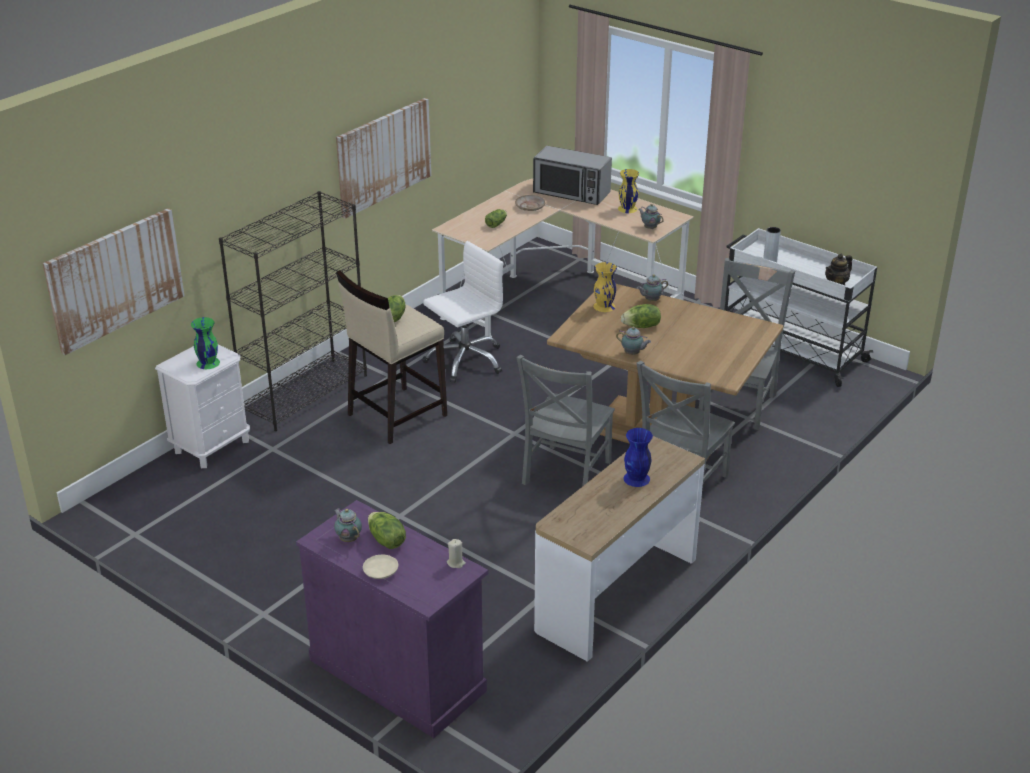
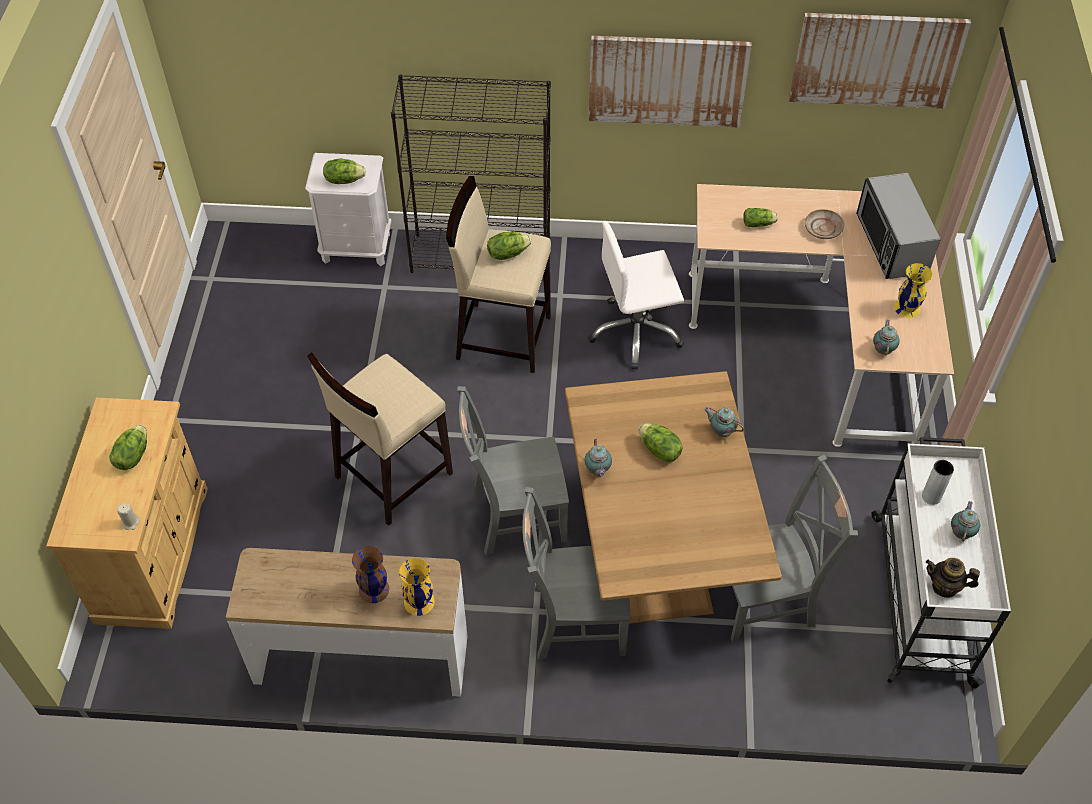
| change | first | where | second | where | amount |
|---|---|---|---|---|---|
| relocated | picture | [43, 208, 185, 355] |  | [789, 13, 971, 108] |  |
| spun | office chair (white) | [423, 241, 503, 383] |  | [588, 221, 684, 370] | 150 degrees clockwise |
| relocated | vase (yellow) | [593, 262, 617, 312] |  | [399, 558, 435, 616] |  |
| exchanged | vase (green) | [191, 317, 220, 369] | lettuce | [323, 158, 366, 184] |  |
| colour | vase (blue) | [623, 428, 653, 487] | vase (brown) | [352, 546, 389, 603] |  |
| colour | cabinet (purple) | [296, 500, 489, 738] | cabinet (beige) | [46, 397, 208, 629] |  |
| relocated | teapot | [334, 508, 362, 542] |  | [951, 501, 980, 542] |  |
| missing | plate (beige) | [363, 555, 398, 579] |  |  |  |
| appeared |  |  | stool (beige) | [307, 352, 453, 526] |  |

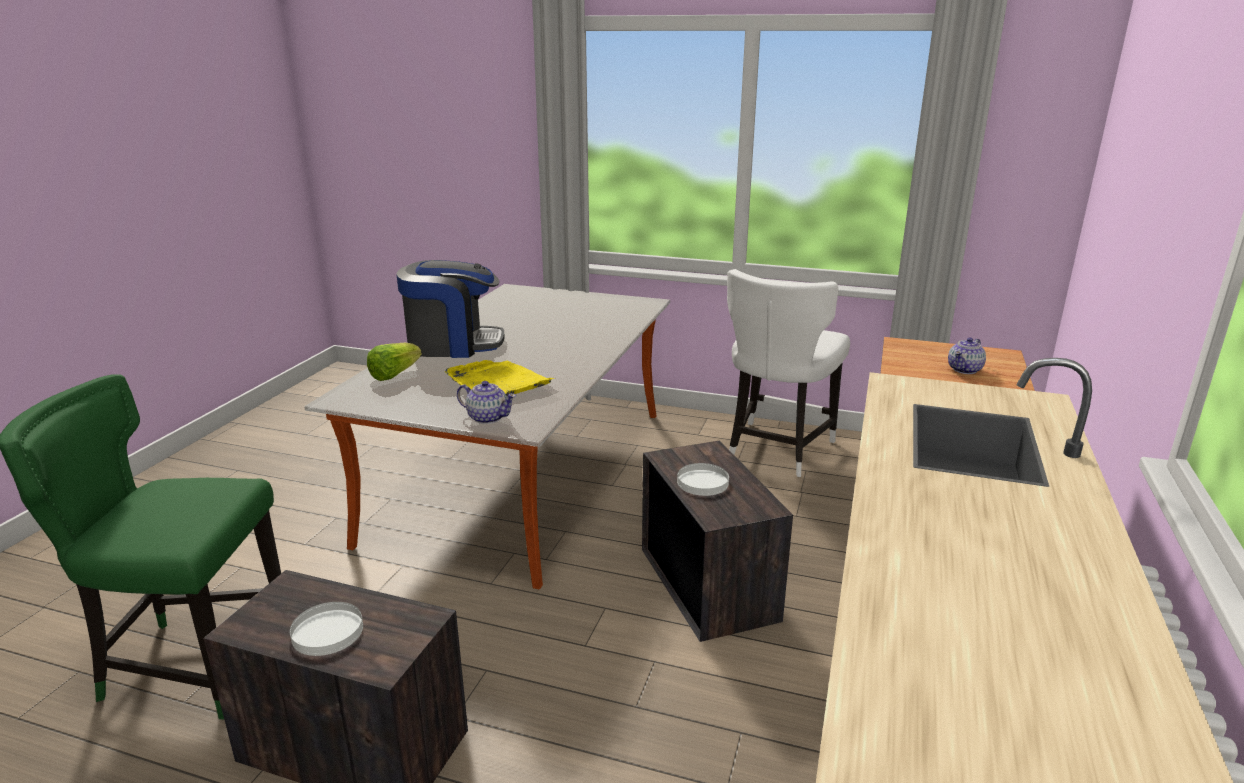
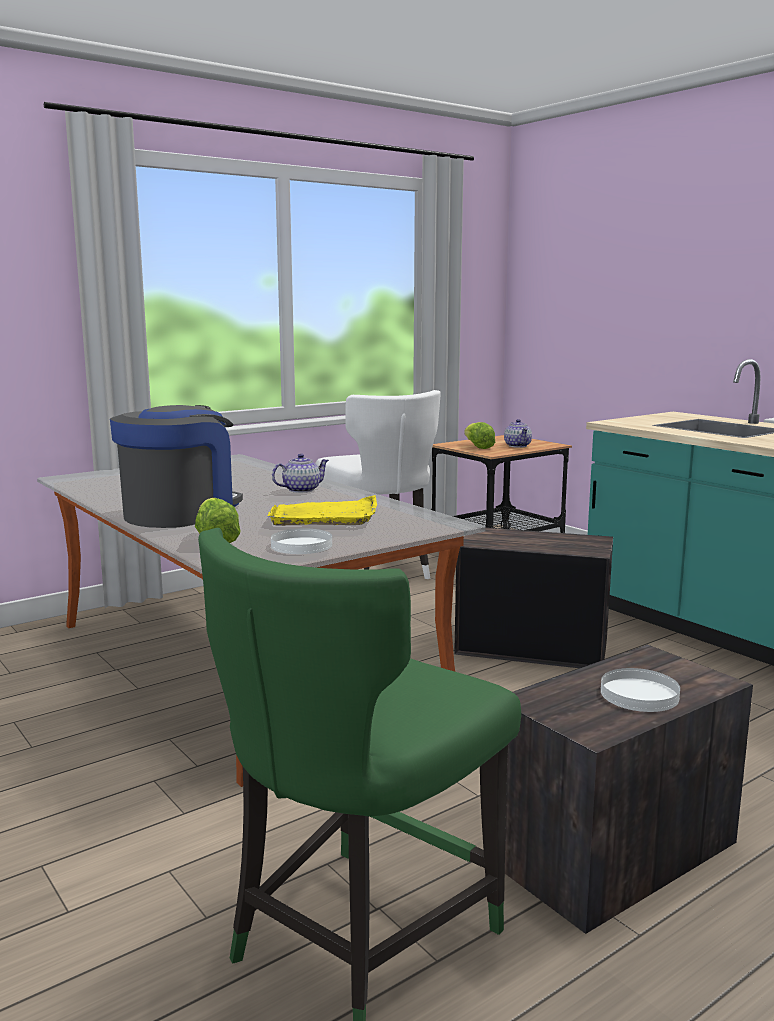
| change | first | where | second | where | amount |
|---|---|---|---|---|---|
| relocated | teapot | [457, 381, 516, 424] |  | [272, 453, 329, 493] |  |
| relocated | plate (white) | [677, 463, 729, 496] |  | [271, 529, 332, 554] |  |
| appeared |  |  | lettuce | [465, 422, 495, 449] |  |

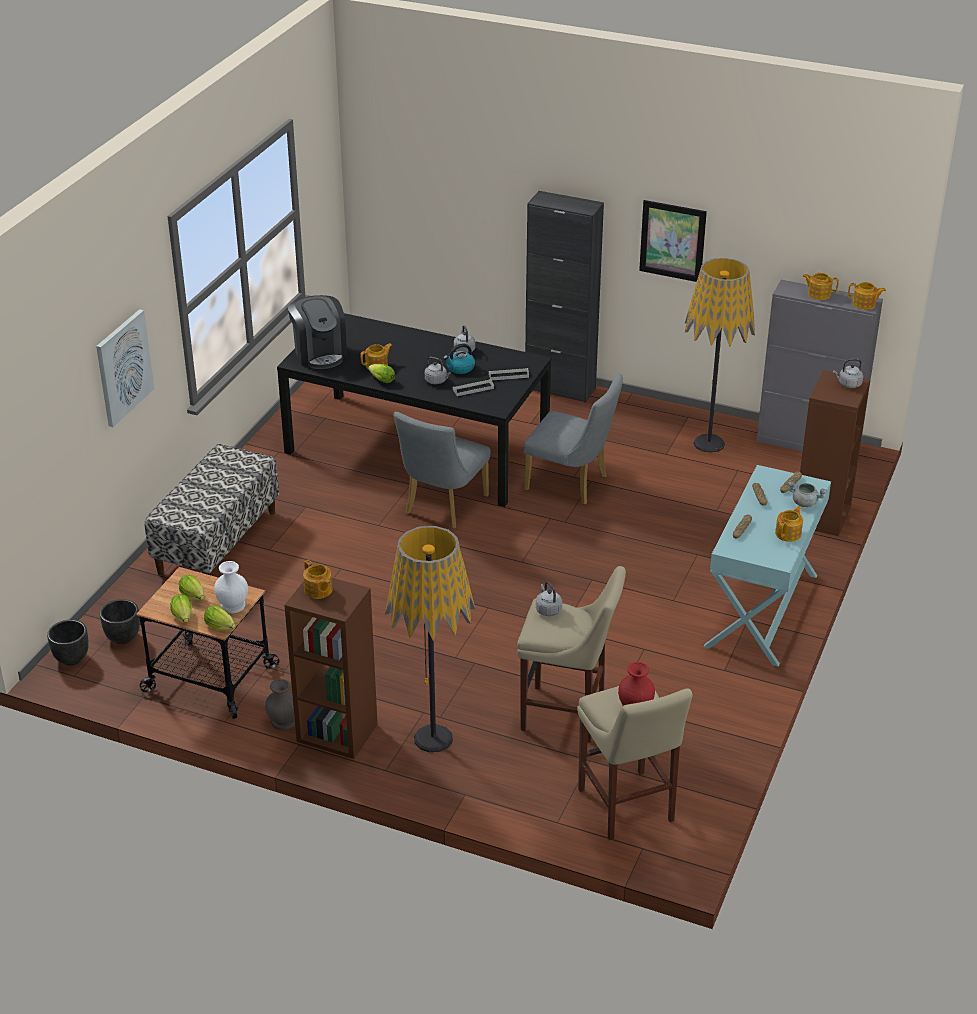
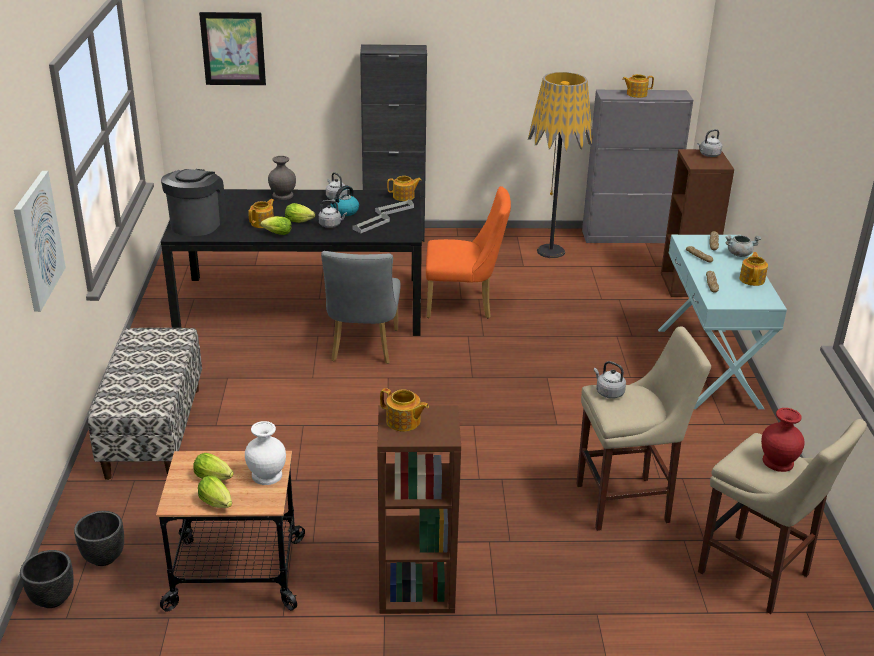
| change | first | where | second | where | amount |
|---|---|---|---|---|---|
| relocated | picture | [639, 200, 707, 282] |  | [199, 12, 266, 85] |  |
| relocated | teapot | [848, 282, 886, 310] |  | [387, 176, 422, 201] |  |
| spun | coffee machine | [288, 295, 347, 369] |  | [161, 169, 227, 236] | 120 degrees counterclockwise |
| colour | chair (grey) | [523, 373, 623, 505] | chair (orange) | [426, 186, 511, 318] |  |
| missing | floor lamp | [385, 526, 475, 753] |  |  |  |
| relocated | lettuce | [204, 605, 236, 630] |  | [285, 203, 315, 223] |  |
| relocated | vase (grey) | [265, 679, 295, 730] |  | [268, 156, 296, 200] |  |

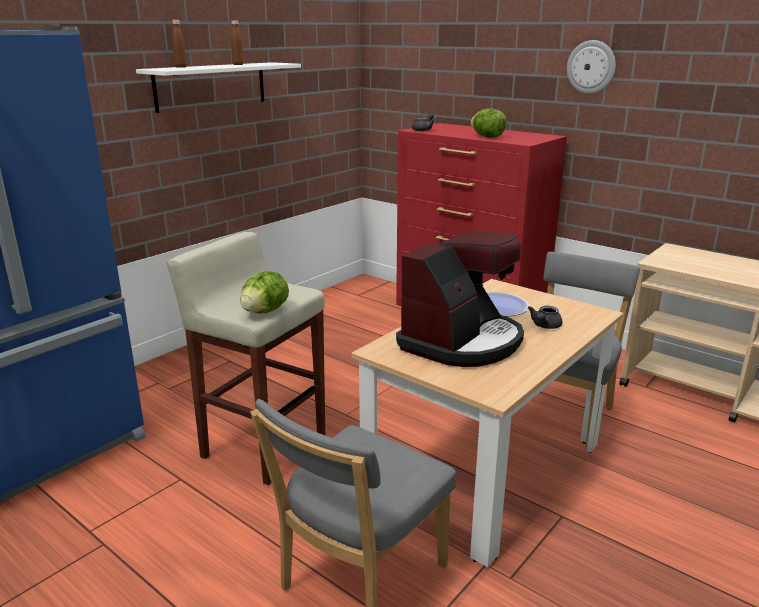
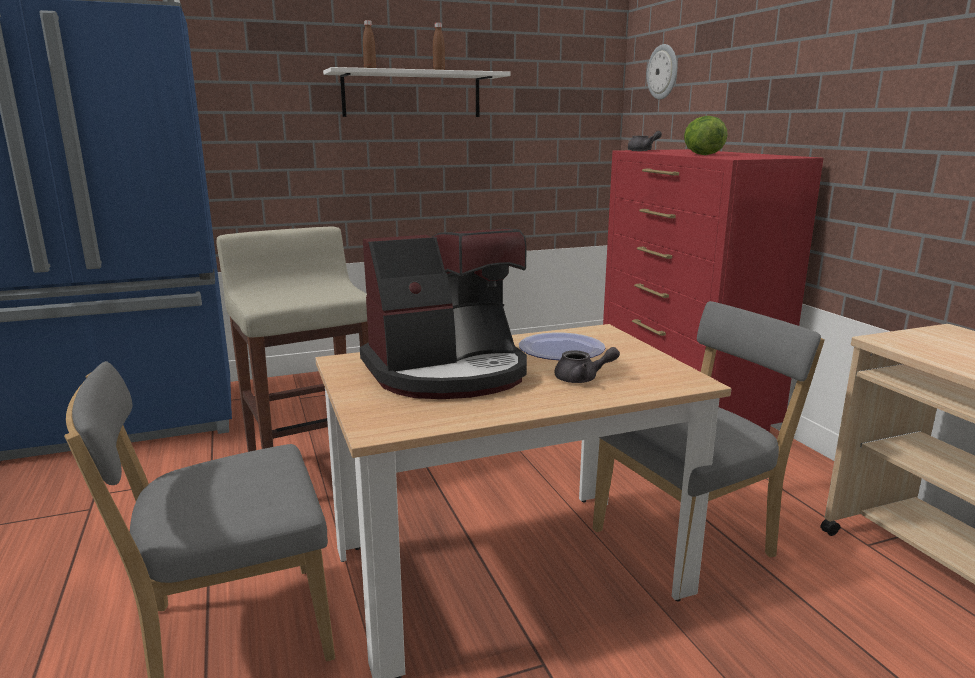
| change | first | where | second | where | amount |
|---|---|---|---|---|---|
| relocated | wall clock | [567, 40, 616, 94] |  | [647, 44, 677, 99] |  |
| missing | lettuce | [240, 271, 289, 313] |  |  |  |
| spun | teapot (grey) | [528, 306, 562, 329] |  | [554, 347, 620, 383] | 150 degrees counterclockwise |

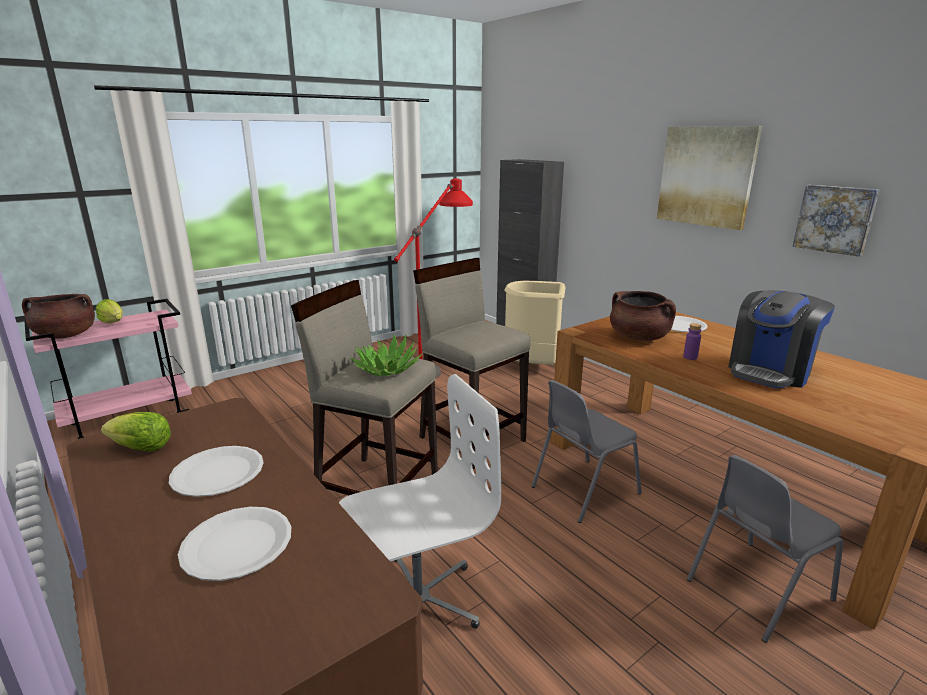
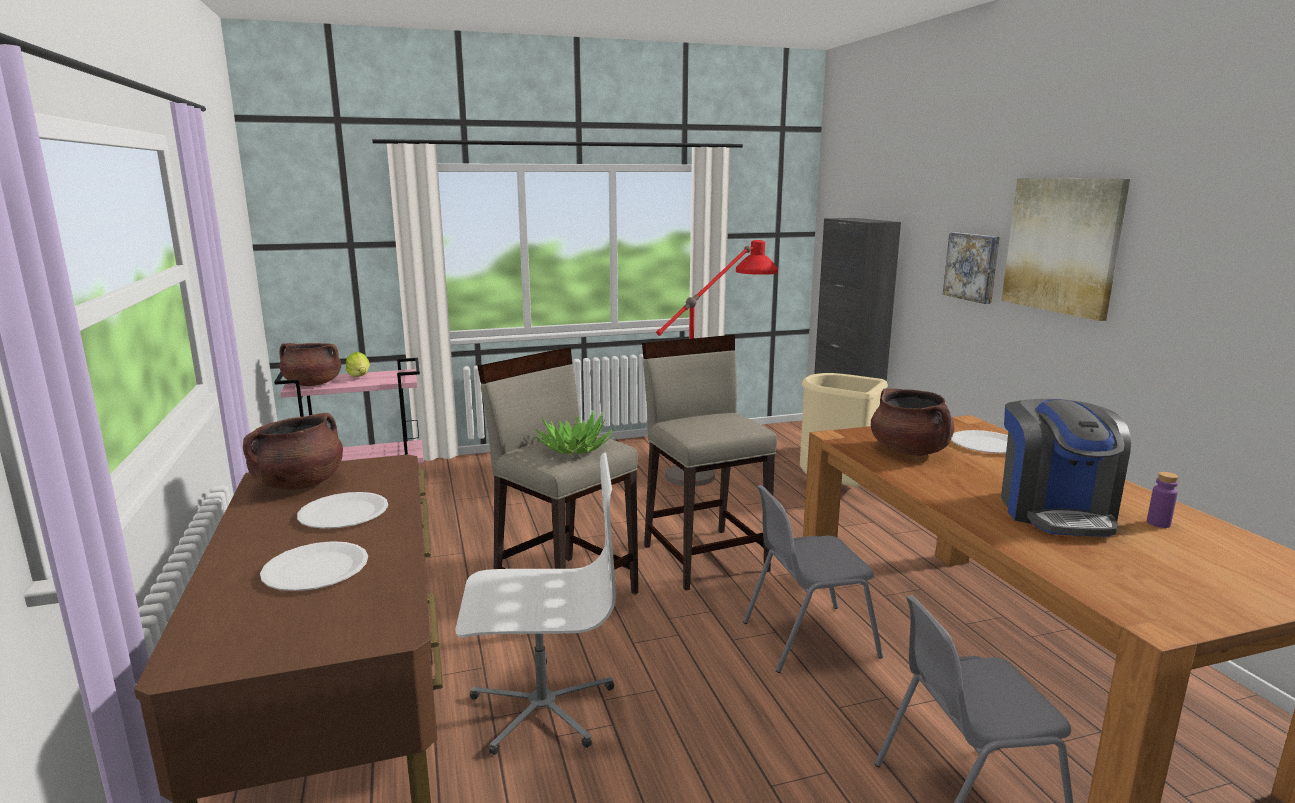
| change | first | where | second | where | amount |
|---|---|---|---|---|---|
| relocated | picture | [793, 185, 880, 257] |  | [943, 232, 1000, 304] |  |
| spun | coffee machine | [728, 290, 835, 388] |  | [1001, 399, 1131, 537] | 60 degrees counterclockwise |
| relocated | bottle (purple) | [683, 323, 701, 360] |  | [1147, 472, 1178, 528] |  |
| exchanged | lettuce | [101, 412, 171, 452] | cooking pot (brown) | [243, 413, 343, 490] |  |

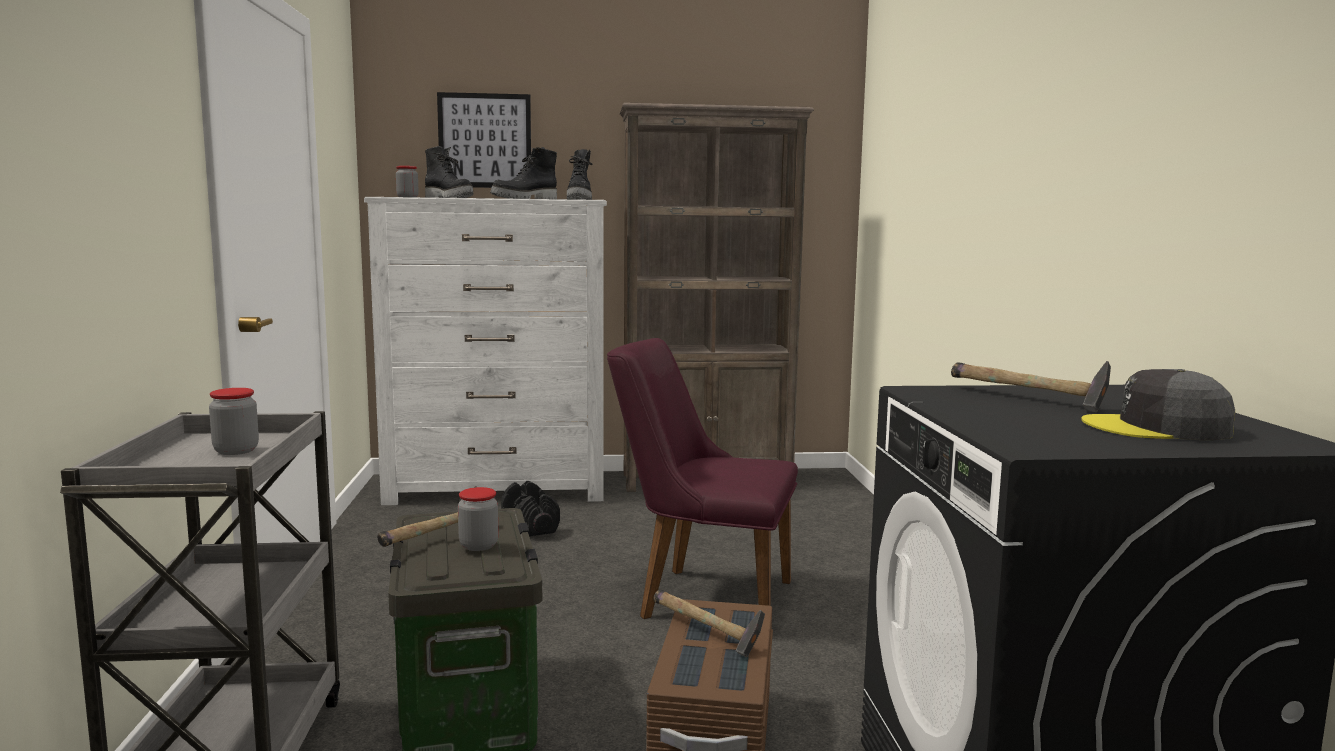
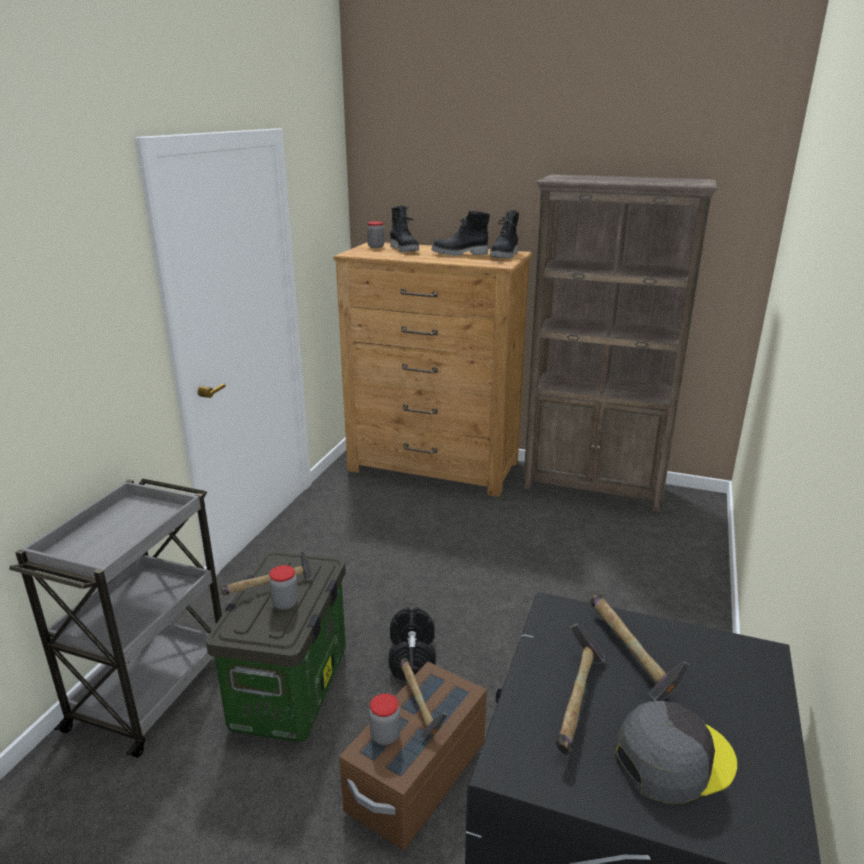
| change | first | where | second | where | amount |
|---|---|---|---|---|---|
| missing | picture | [437, 92, 531, 188] |  |  |  |
| colour | dresser (white) | [364, 197, 607, 505] | dresser (brown) | [333, 242, 532, 497] |  |
| missing | chair (purple) | [607, 338, 798, 619] |  |  |  |
| spun | cap (grey) | [1081, 369, 1235, 440] |  | [614, 701, 737, 803] | 120 degrees clockwise |
| relocated | jar | [209, 388, 259, 455] |  | [369, 694, 400, 745] |  |
| relocated | dumbbell (black) | [501, 481, 560, 537] |  | [389, 607, 436, 681] |  |
| appeared |  |  | hammer | [556, 624, 605, 755] |  |

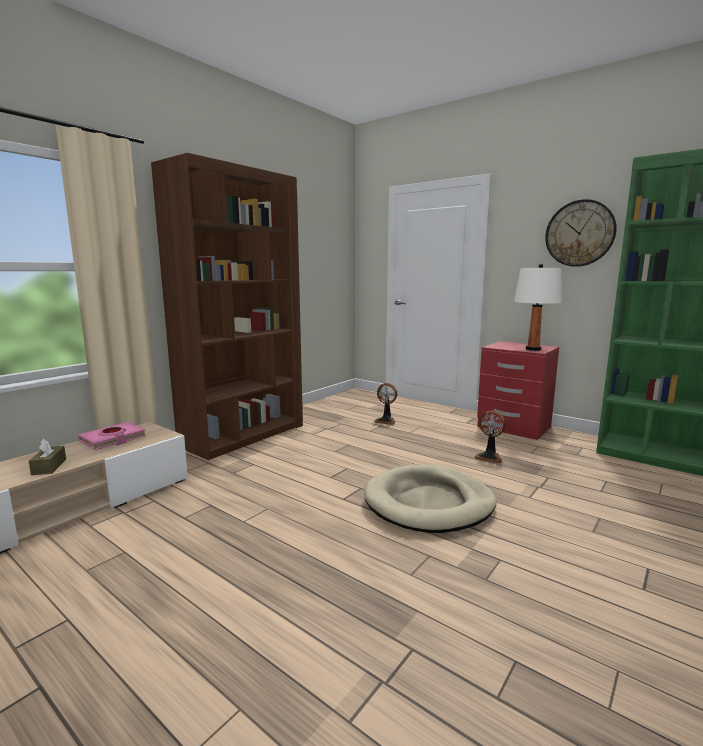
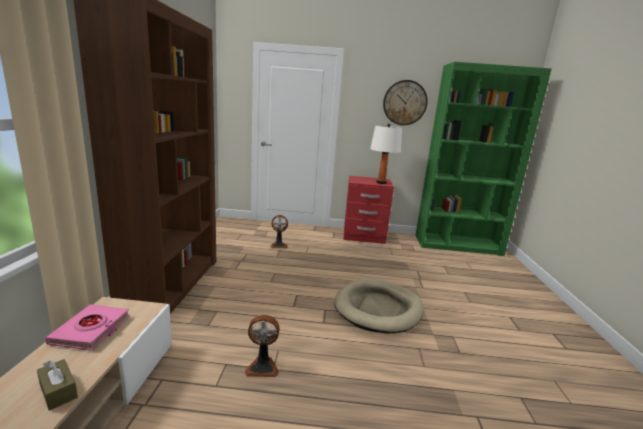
| change | first | where | second | where | amount |
|---|---|---|---|---|---|
| relocated | fan | [474, 411, 506, 464] |  | [245, 315, 279, 377] |  |

